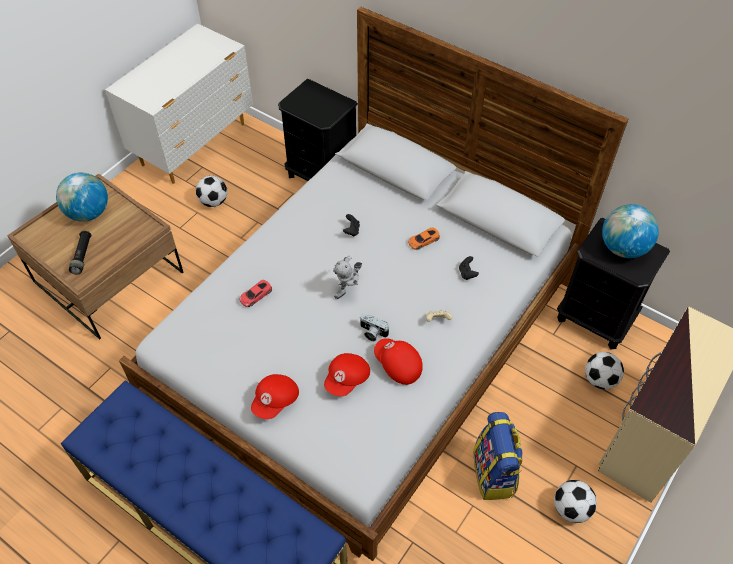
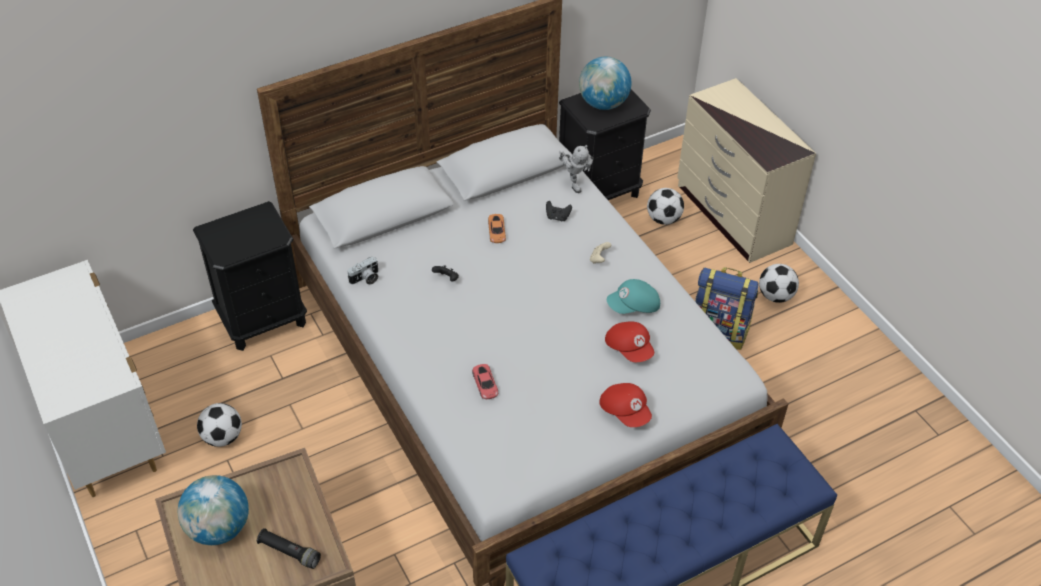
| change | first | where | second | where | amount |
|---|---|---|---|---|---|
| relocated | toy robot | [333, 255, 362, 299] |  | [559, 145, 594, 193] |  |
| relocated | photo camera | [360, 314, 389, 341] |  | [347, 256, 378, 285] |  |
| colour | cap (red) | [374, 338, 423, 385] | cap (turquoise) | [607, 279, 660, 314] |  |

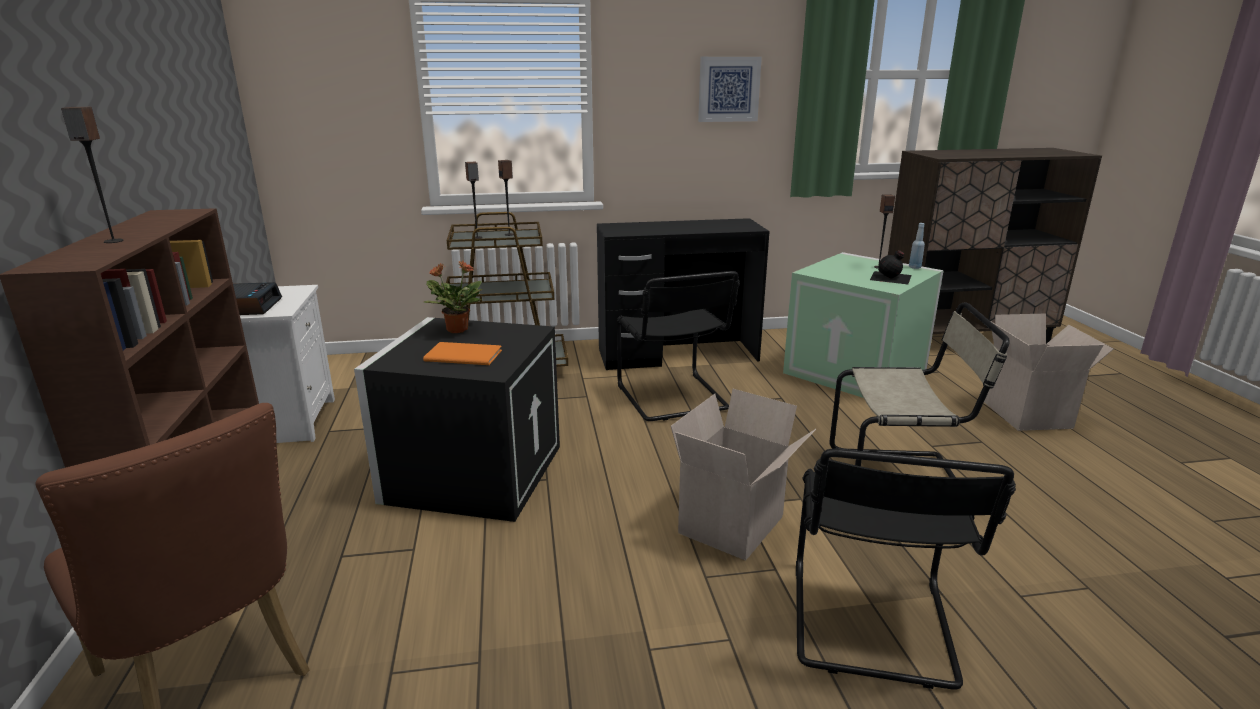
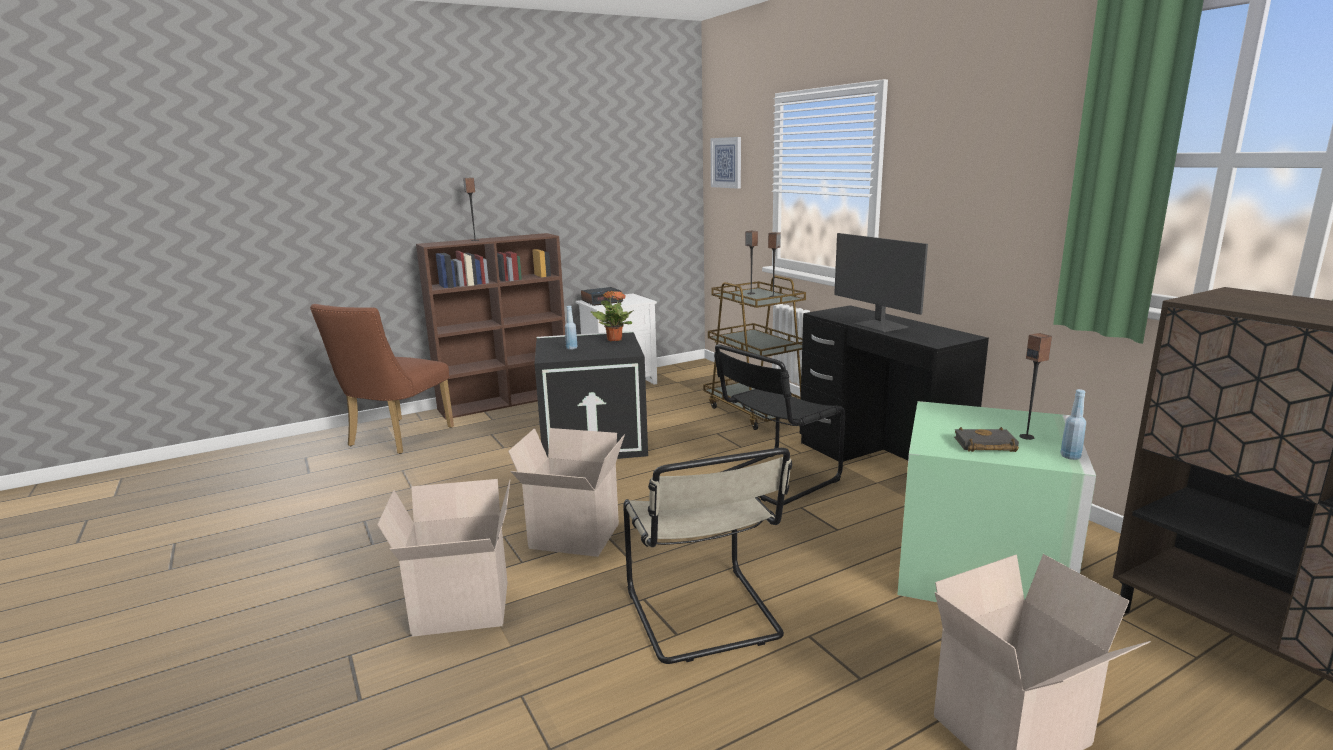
| change | first | where | second | where | amount |
|---|---|---|---|---|---|
| relocated | picture | [698, 57, 762, 122] |  | [711, 137, 741, 189] |  |
| exchanged | bottle (black) | [870, 250, 912, 284] | book (black) | [954, 427, 1019, 452] |  |
| exchanged | book (orange) | [423, 342, 502, 365] | bottle (blue) | [565, 306, 578, 350] |  |
| exchanged | chair (black) | [796, 449, 1016, 690] | cardboard box | [377, 479, 510, 637] |  |
| appeared |  |  | monitor | [834, 233, 928, 333] |  |

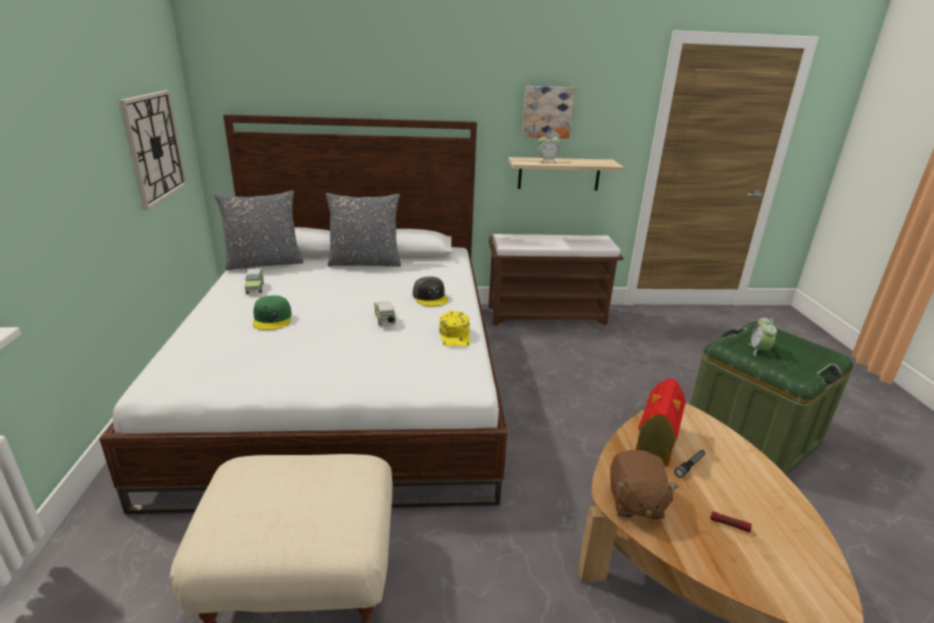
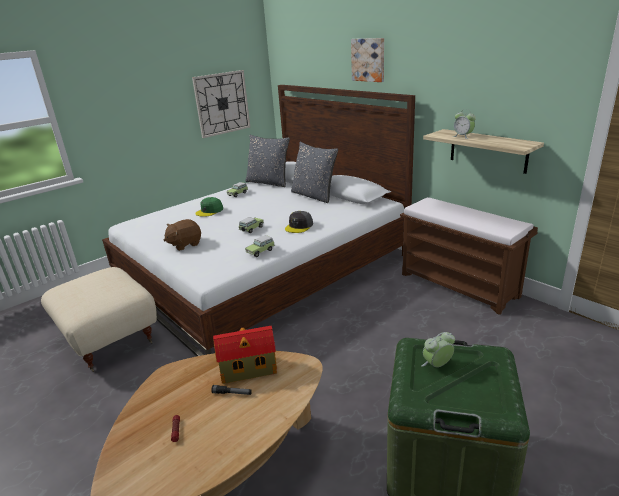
| change | first | where | second | where | amount |
|---|---|---|---|---|---|
| relocated | picture | [522, 86, 575, 138] |  | [351, 38, 384, 82] |  |
| exchanged | cap (yellow) | [439, 311, 470, 346] | toy car | [245, 235, 275, 257] |  |
| relocated | plush toy (brown) | [610, 450, 679, 520] |  | [164, 219, 201, 251] |  |

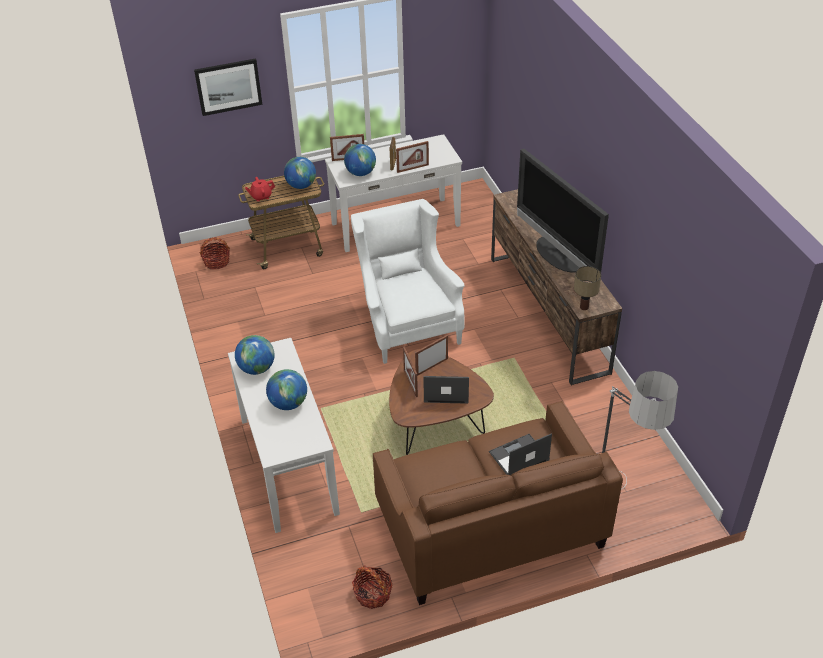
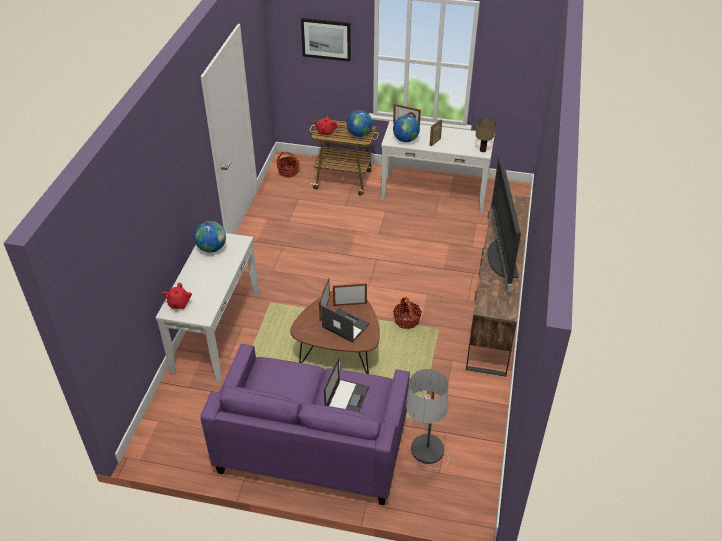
| change | first | where | second | where | amount |
|---|---|---|---|---|---|
| missing | picture frame | [396, 141, 429, 173] |  |  |  |
| missing | armchair (white) | [351, 199, 465, 364] |  |  |  |
| relocated | table lamp | [574, 266, 601, 310] |  | [476, 118, 496, 152] |  |
| missing | globe | [266, 369, 307, 410] |  |  |  |
| colour | sofa (brown) | [373, 401, 623, 605] | sofa (purple) | [200, 344, 410, 506] |  |
| spun | laptop | [489, 433, 552, 475] |  | [324, 358, 369, 412] | 105 degrees clockwise |
| relocated | basket | [352, 565, 392, 609] |  | [393, 296, 422, 329] |  |
| appeared |  |  | teapot (red) | [162, 283, 192, 309] |  |

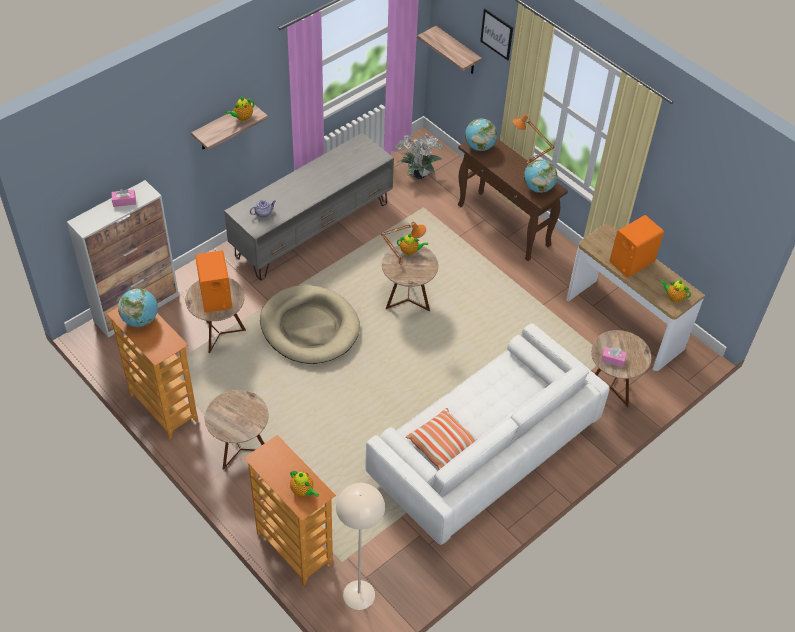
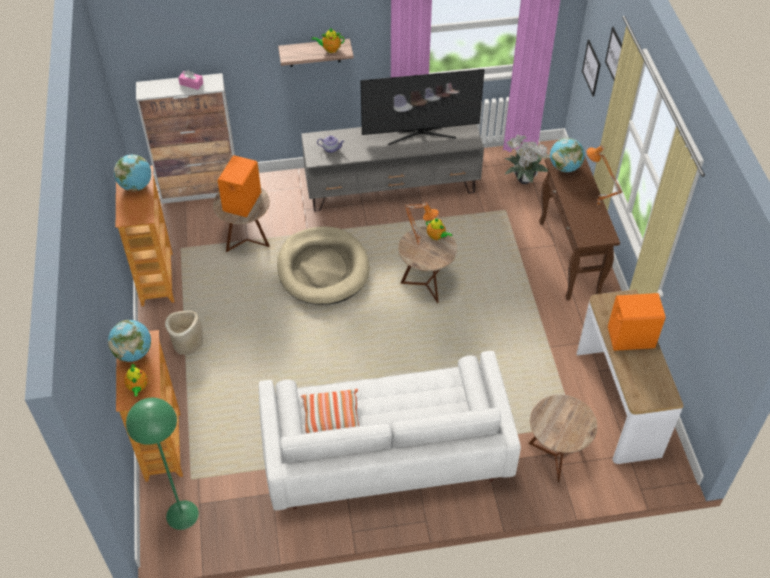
| change | first | where | second | where | amount |
|---|---|---|---|---|---|
| exchanged | shelf | [417, 26, 482, 74] | picture | [582, 39, 601, 97] |  |
| relocated | globe | [524, 159, 557, 193] |  | [108, 320, 151, 362] |  |
| missing | teapot | [660, 280, 691, 302] |  |  |  |
| missing | tissue box (pink) | [601, 347, 627, 367] |  |  |  |
| exchanged | side table (brown) | [205, 390, 269, 470] | planter (beige) | [165, 311, 203, 355] |  |
| colour | floor lamp (beige) | [336, 483, 385, 610] | floor lamp (green) | [126, 398, 199, 530] |  |
| appeared |  |  | television | [361, 69, 484, 145] |  |

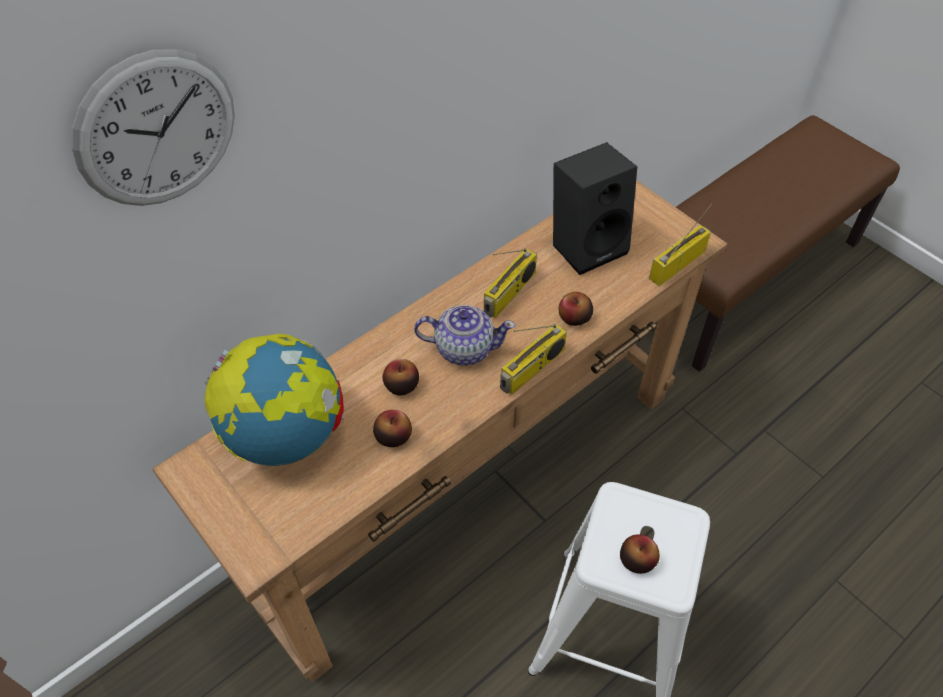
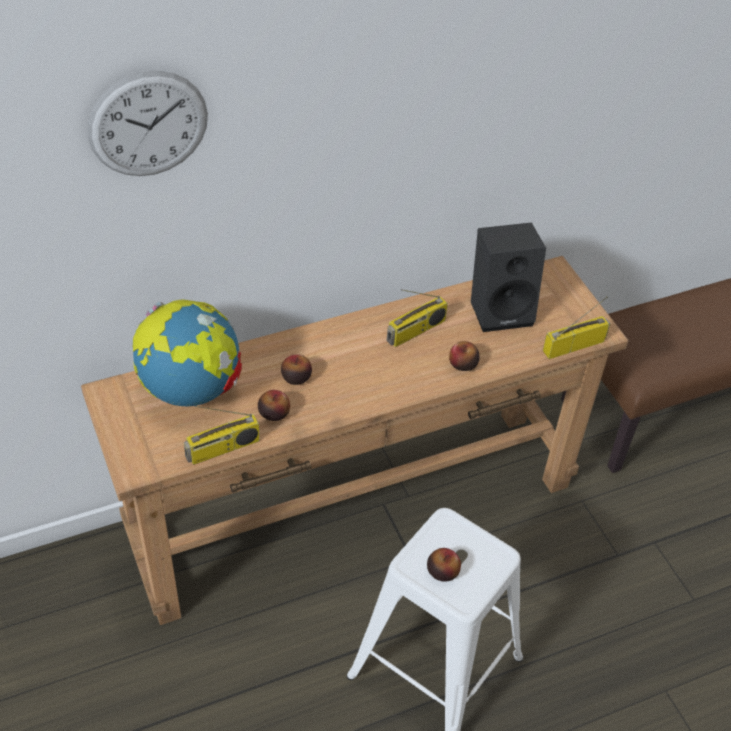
| change | first | where | second | where | amount |
|---|---|---|---|---|---|
| missing | teapot | [414, 305, 515, 366] |  |  |  |
| relocated | radio | [500, 324, 567, 395] |  | [184, 406, 260, 465] |  |

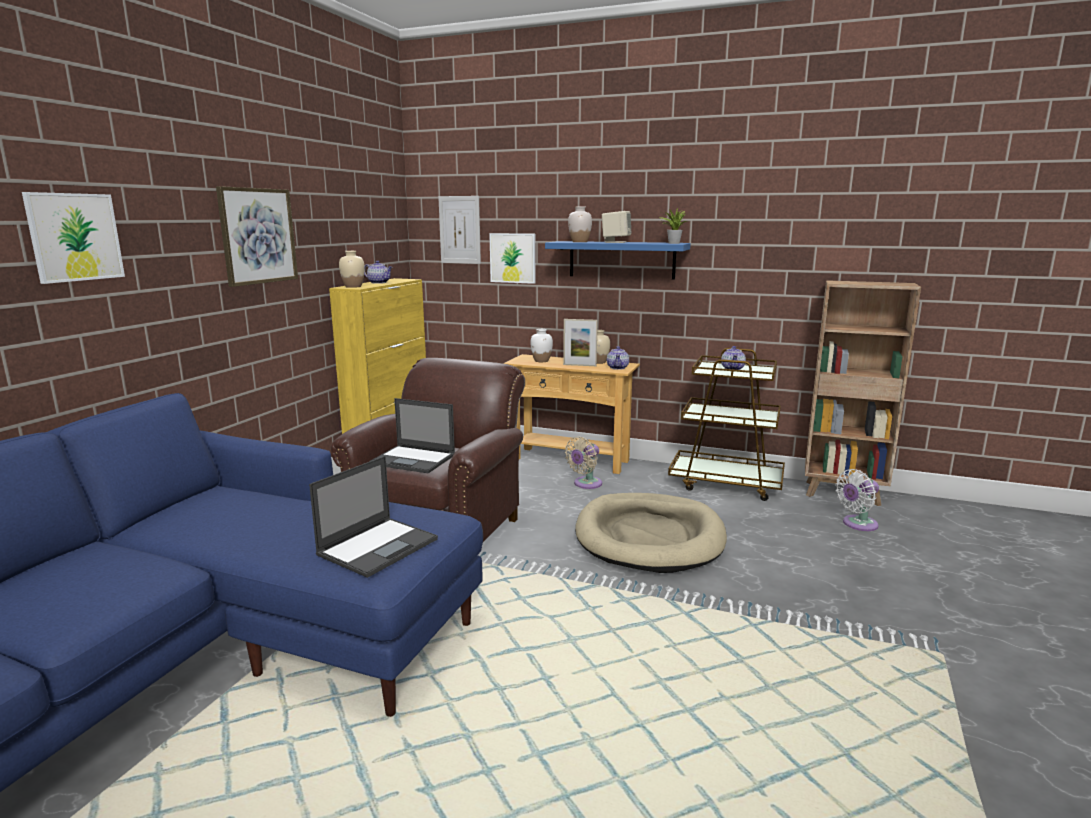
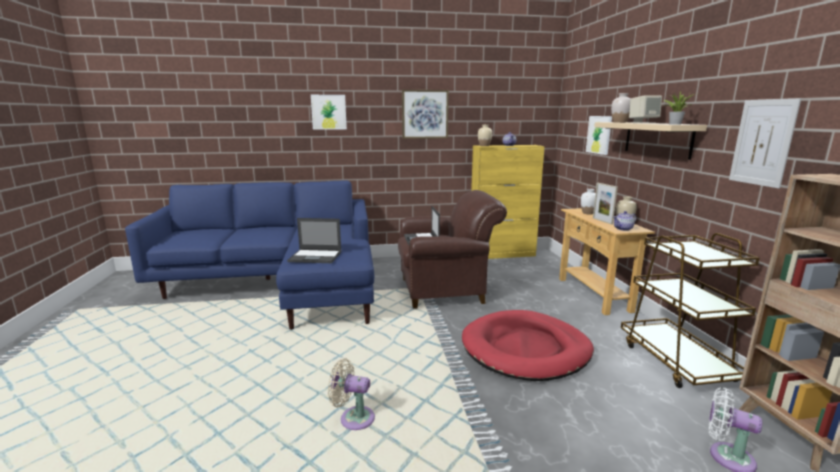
| change | first | where | second | where | amount |
|---|---|---|---|---|---|
| relocated | picture | [438, 196, 481, 264] |  | [729, 99, 801, 188] |  |
| colour | shelf (blue) | [545, 241, 691, 280] | shelf (beige) | [594, 122, 707, 160] |  |
| missing | teapot | [721, 346, 746, 370] |  |  |  |
| relocated | fan (beige) | [565, 437, 602, 489] |  | [328, 358, 375, 430] |  |
| colour | dog bed (beige) | [575, 493, 727, 573] | dog bed (red) | [462, 310, 594, 381] |  |

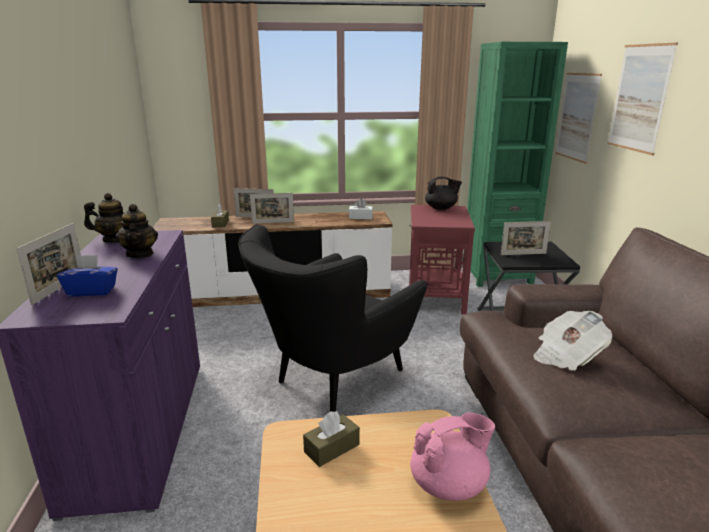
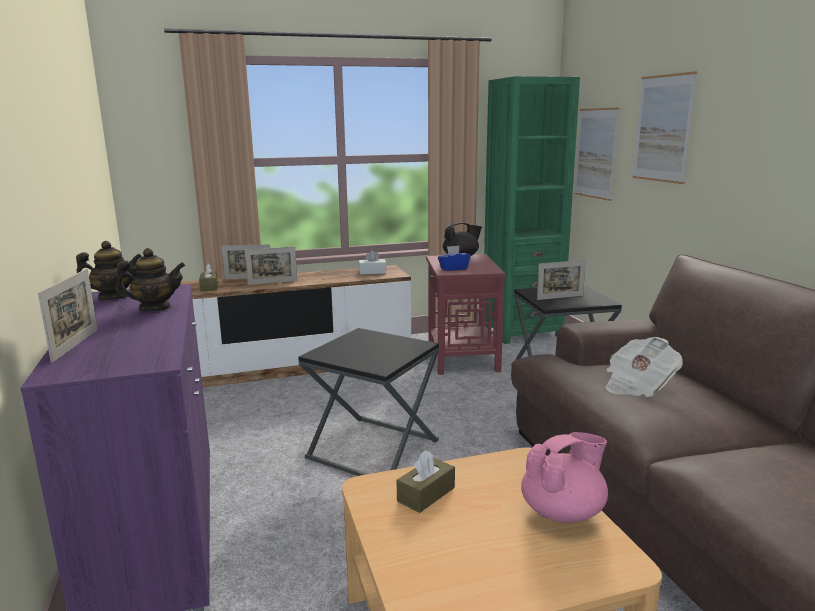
| change | first | where | second | where | amount |
|---|---|---|---|---|---|
| spun | teapot | [116, 204, 158, 258] |  | [115, 248, 185, 311] | 75 degrees counterclockwise |
| exchanged | armchair (black) | [238, 224, 428, 412] | side table (black) | [298, 328, 439, 476] |  |
| relocated | tissue box (blue) | [57, 255, 118, 297] |  | [438, 246, 471, 271] |  |

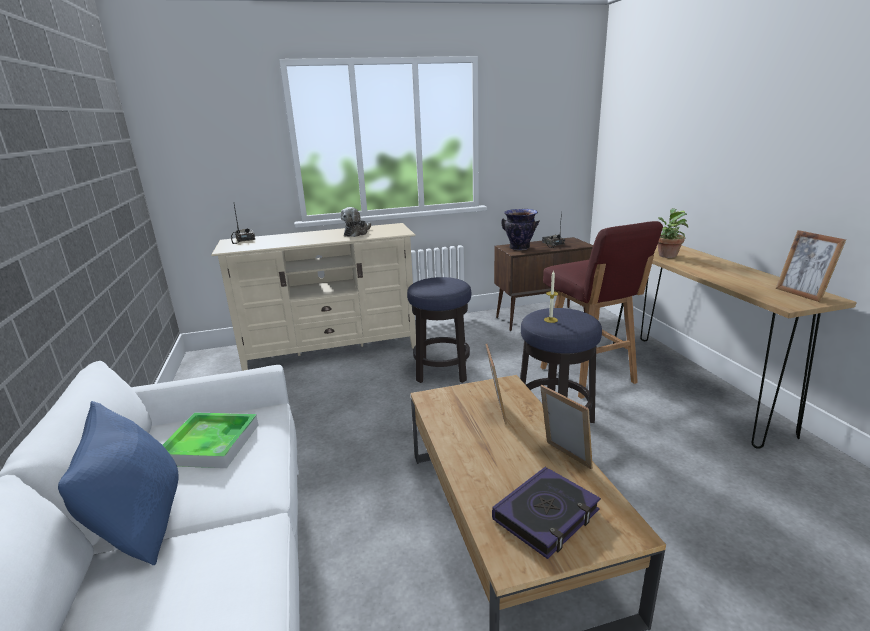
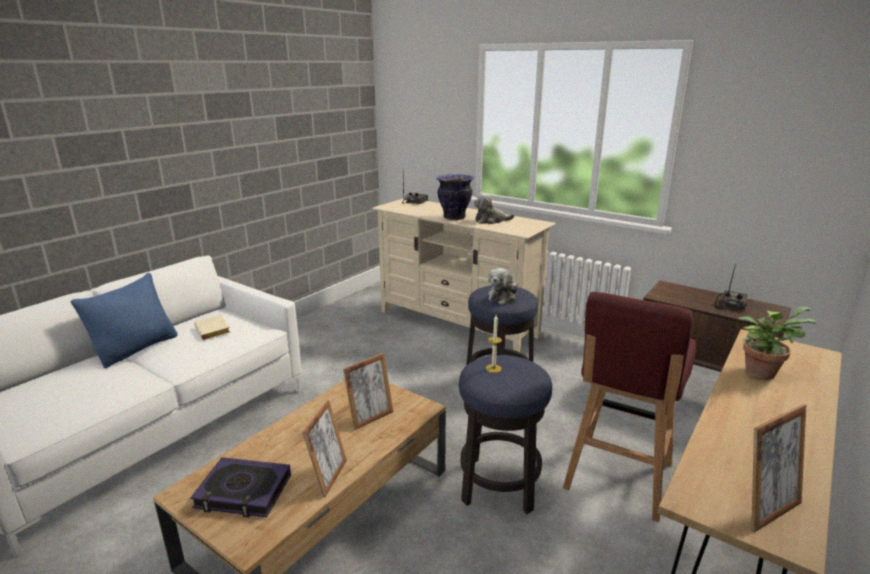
| change | first | where | second | where | amount |
|---|---|---|---|---|---|
| relocated | vase | [501, 209, 540, 250] |  | [436, 174, 474, 220] |  |
| spun | picture frame | [776, 230, 846, 302] |  | [751, 404, 806, 533] | 150 degrees counterclockwise |
| exchanged | tray | [163, 412, 258, 468] | book (beige) | [194, 315, 231, 340] |  |
| appeared |  |  | plush toy | [488, 268, 519, 305] |  |

